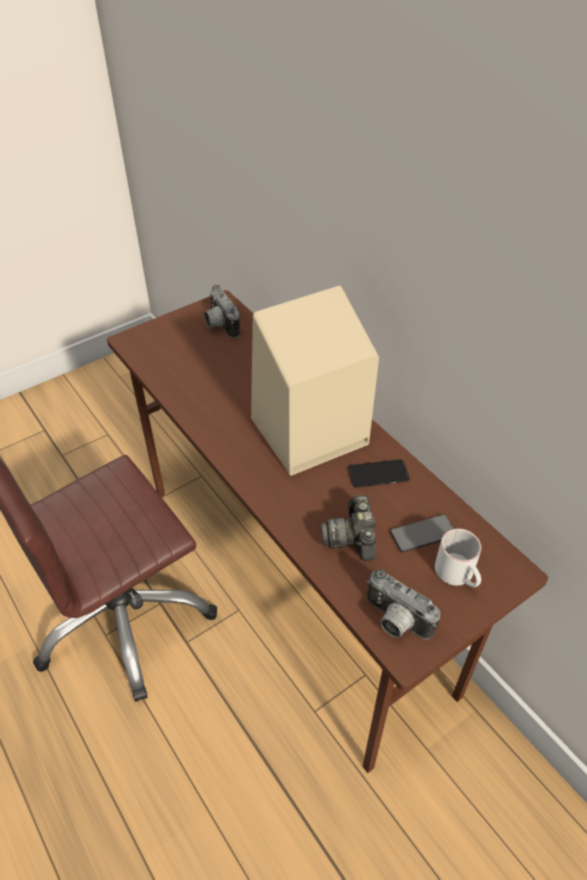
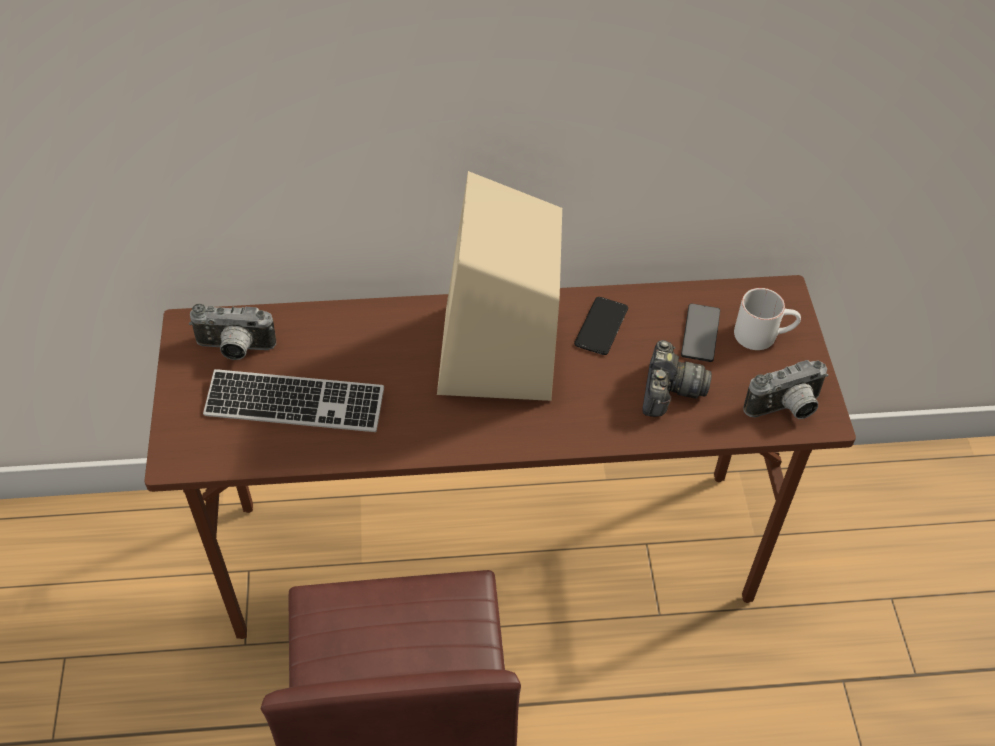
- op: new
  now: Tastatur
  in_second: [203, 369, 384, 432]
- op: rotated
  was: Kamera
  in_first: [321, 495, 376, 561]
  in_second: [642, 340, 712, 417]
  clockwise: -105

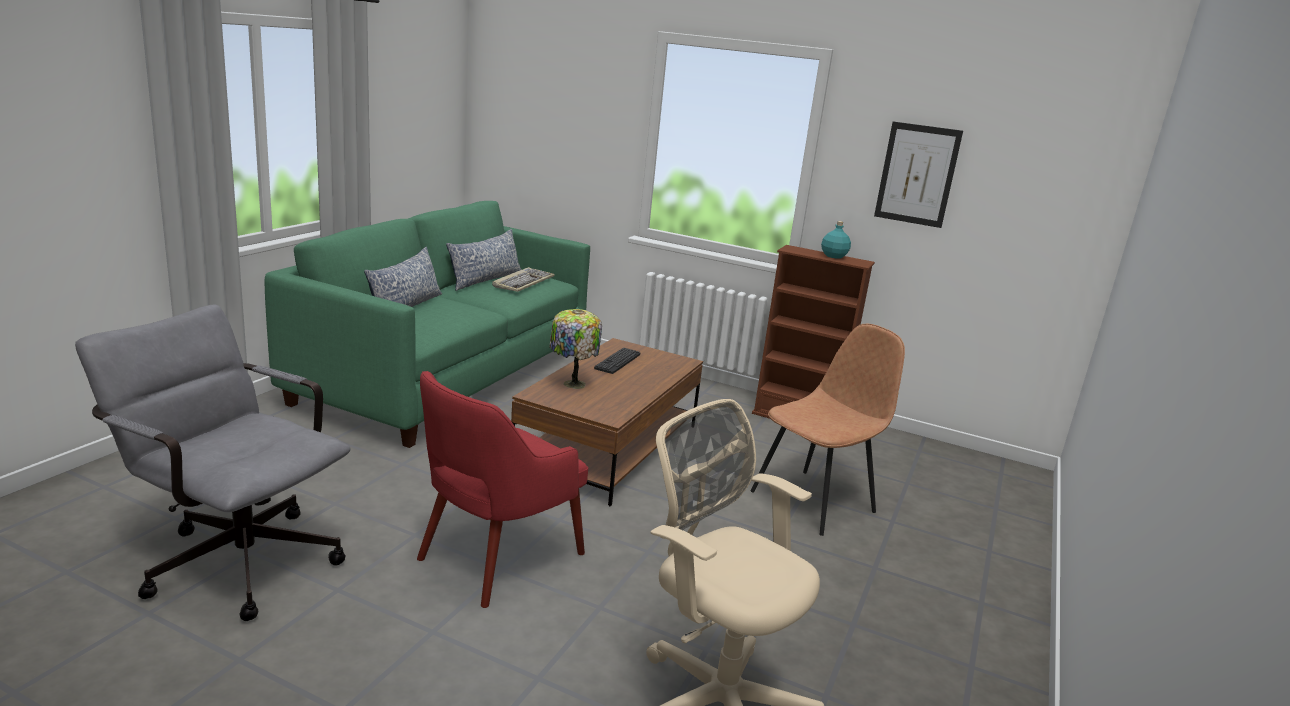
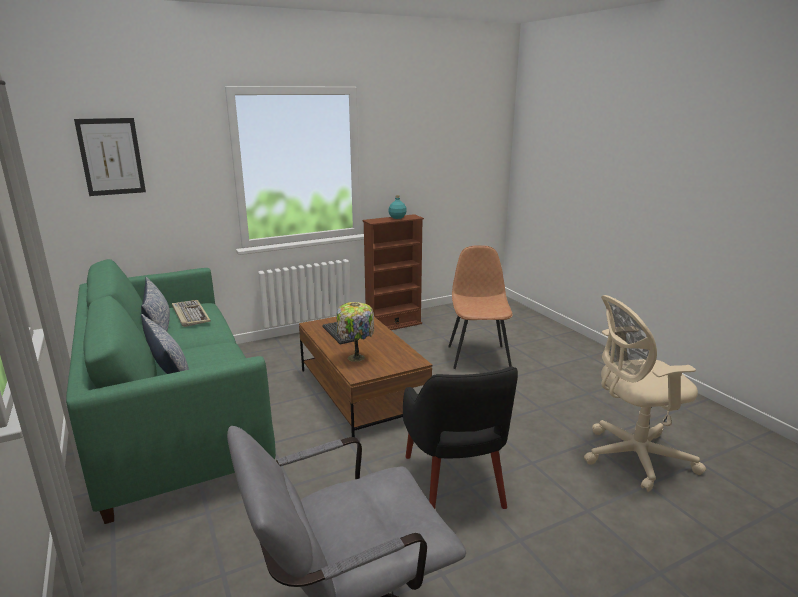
- op: shifted
  was: Bild
  in_first: [874, 122, 963, 228]
  in_second: [74, 118, 146, 196]
- op: repainted
  was: Sessel/rot
  now: Sessel/schwarz
  in_first: [417, 371, 588, 608]
  in_second: [403, 367, 518, 509]

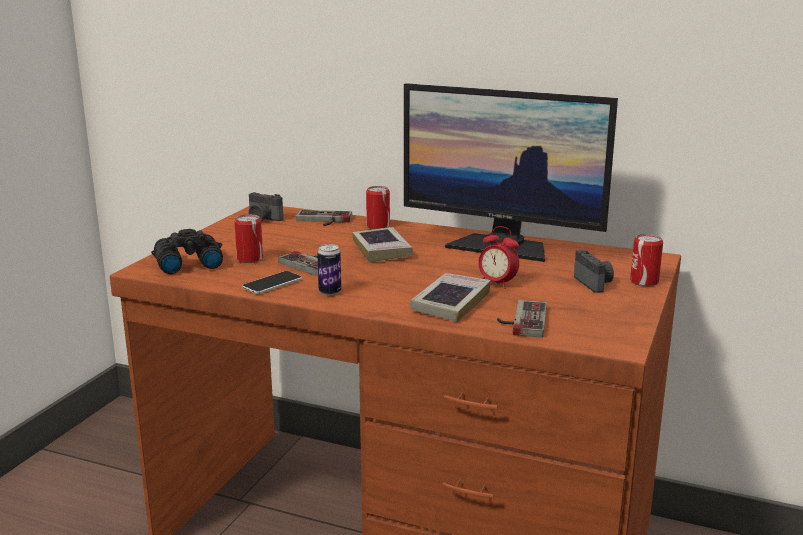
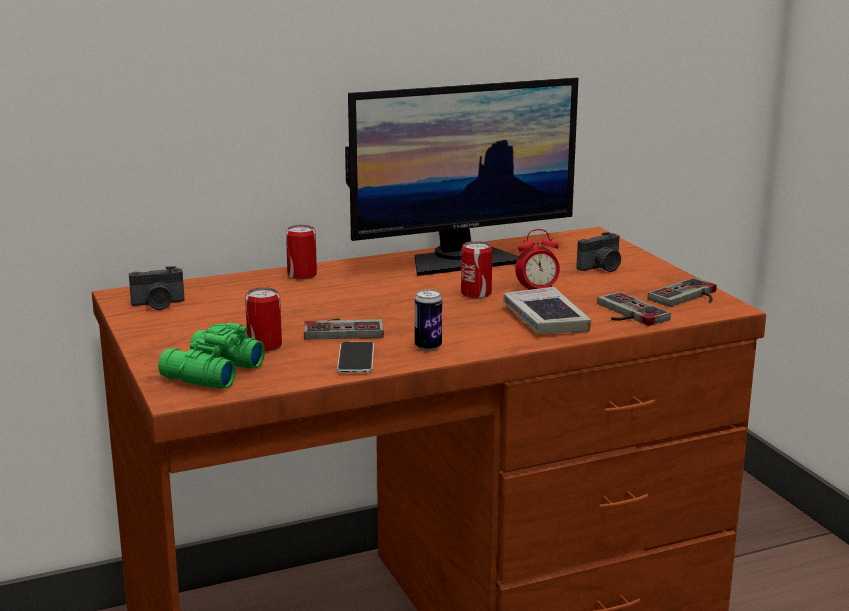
- op: repainted
  was: Fernglas/schwarz
  now: Fernglas/grün
  in_first: [151, 229, 223, 274]
  in_second: [158, 322, 265, 389]
- op: shifted
  was: Dose
  in_first: [630, 234, 663, 286]
  in_second: [461, 241, 493, 298]
- op: rotated
  was: Kamera
  in_first: [574, 250, 614, 293]
  in_second: [576, 232, 621, 272]
  clockwise: 120
- op: shifted
  was: Gamepad
  in_first: [296, 210, 352, 226]
  in_second: [648, 278, 717, 307]
- op: gone
  was: Buch
  in_first: [352, 227, 413, 263]

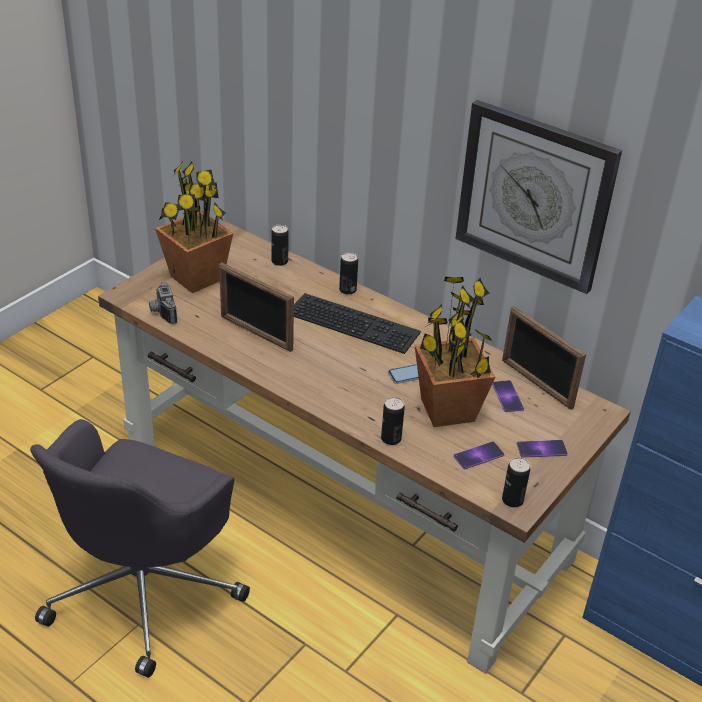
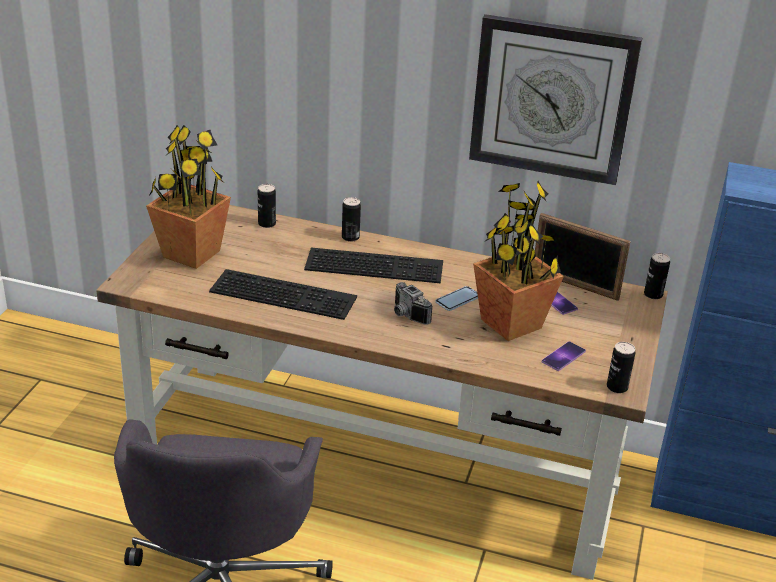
- op: swapped
  was: Bilderrahmen
  now: Tastatur
  in_first: [219, 262, 294, 352]
  in_second: [209, 269, 357, 320]
- op: shifted
  was: Kamera
  in_first: [149, 282, 177, 324]
  in_second: [394, 282, 432, 325]
- op: shifted
  was: Dose
  in_first: [381, 397, 405, 445]
  in_second: [644, 253, 670, 299]
- op: gone
  was: Handy
  in_first: [517, 440, 568, 458]

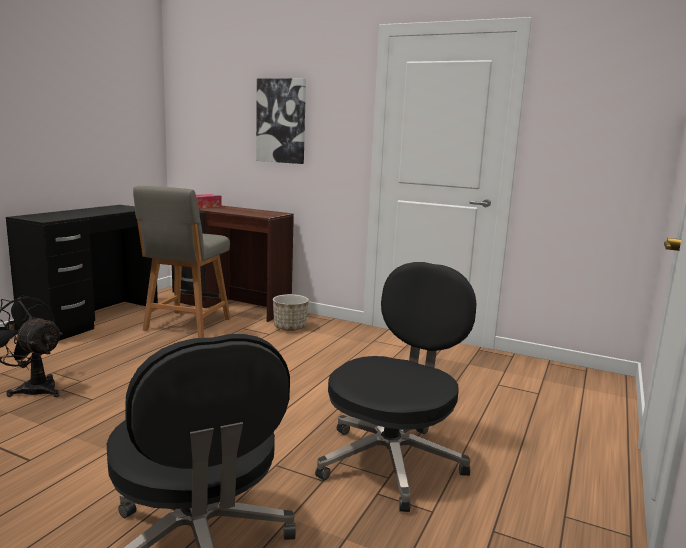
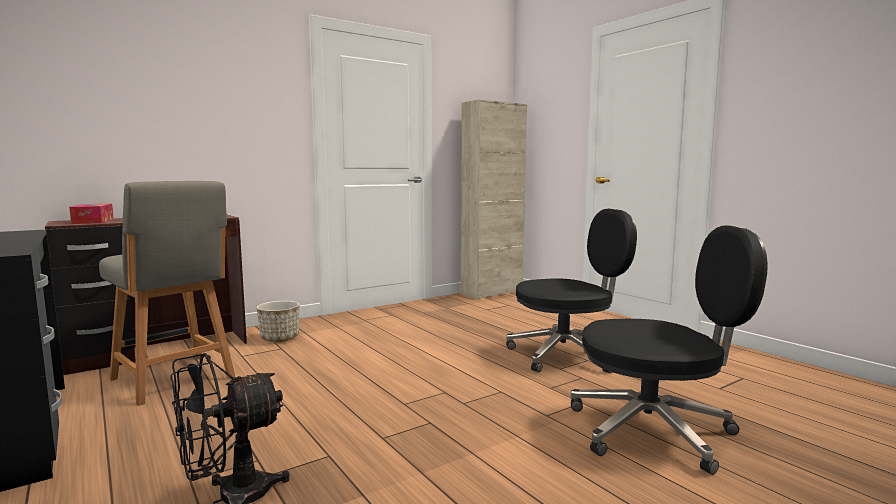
- op: new
  now: Schrank/beige
  in_second: [461, 99, 527, 299]
- op: rotated
  was: Bürostuhl/schwarz
  in_first: [315, 262, 477, 512]
  in_second: [506, 209, 637, 374]
  clockwise: 105
- op: gone
  was: Bild
  in_first: [256, 78, 306, 164]

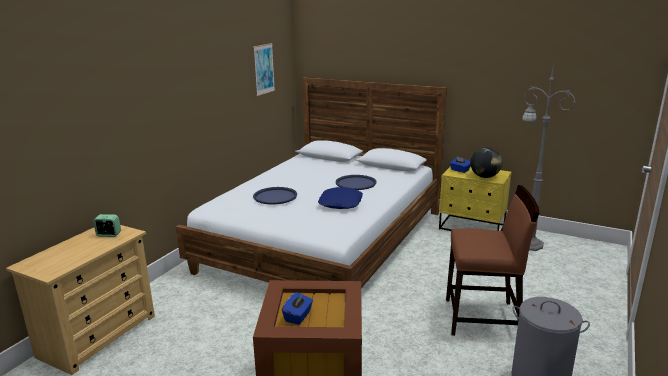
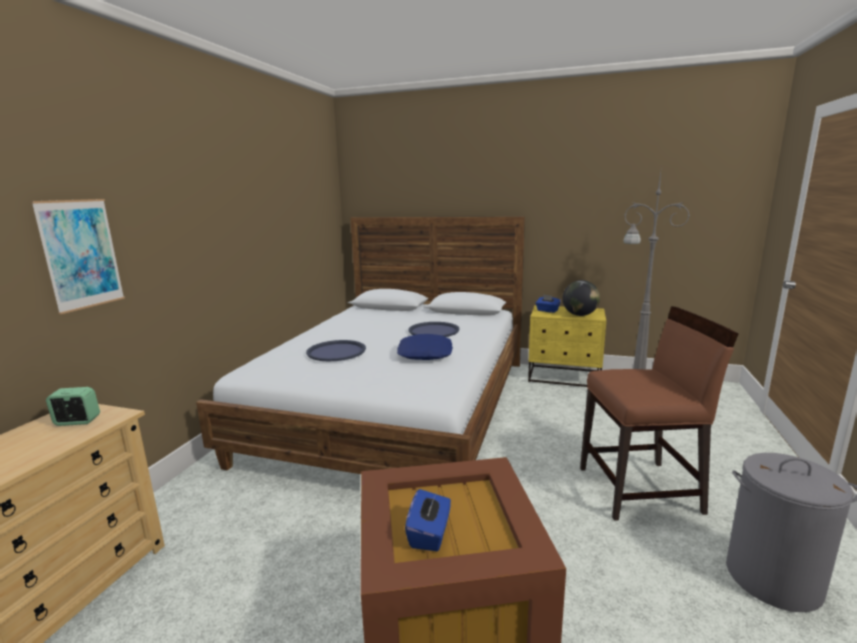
- op: shifted
  was: Bild
  in_first: [253, 43, 275, 96]
  in_second: [31, 199, 125, 315]

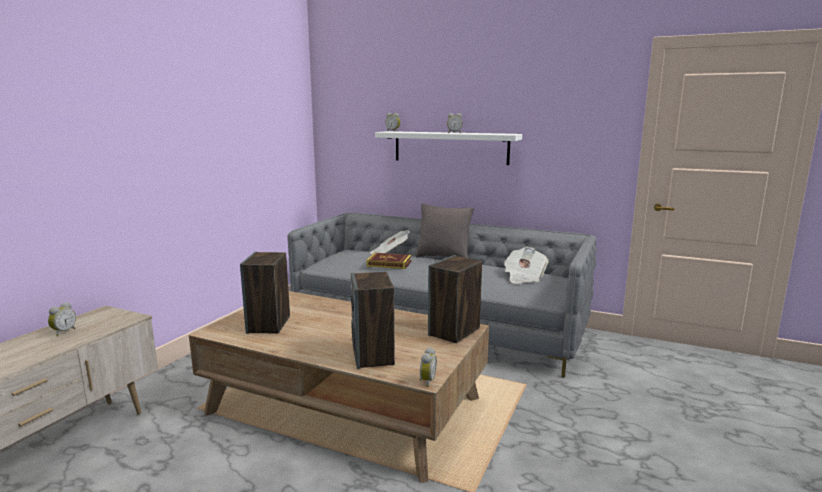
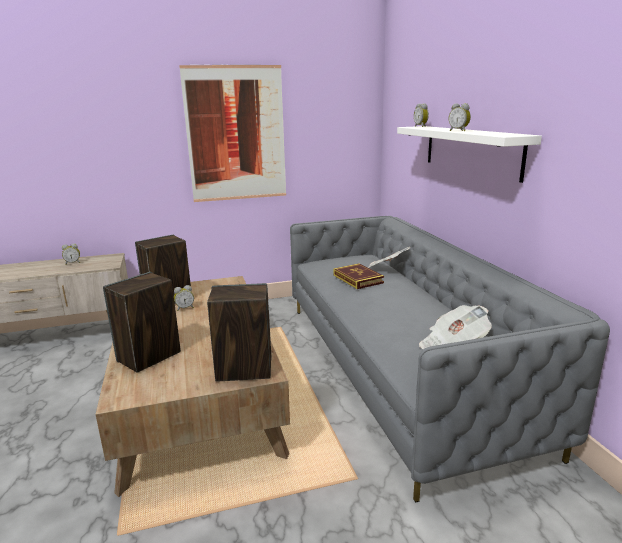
- op: shifted
  was: Wecker
  in_first: [419, 347, 437, 387]
  in_second: [174, 285, 194, 311]
- op: new
  now: Bild
  in_second: [179, 64, 286, 202]
- op: gone
  was: Kissen/grau
  in_first: [416, 203, 474, 258]

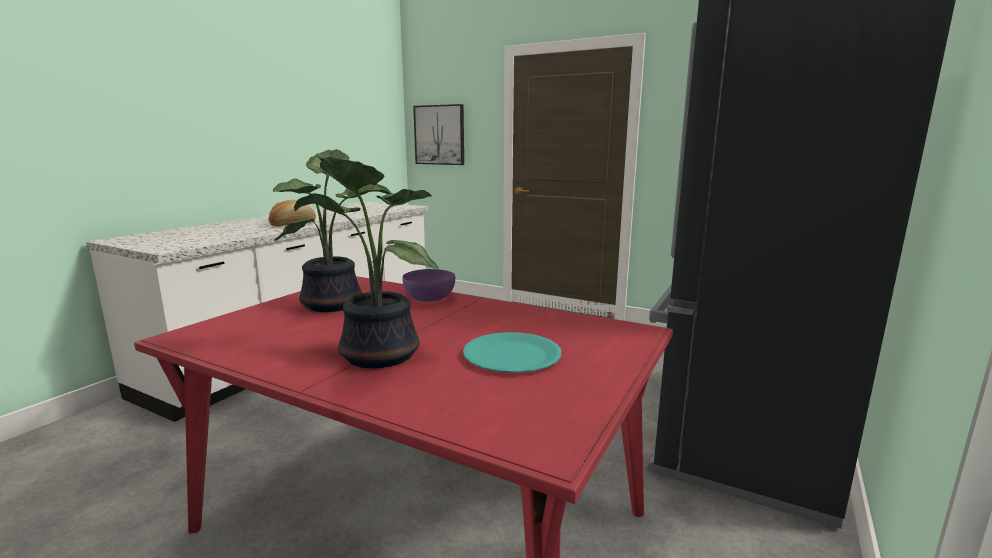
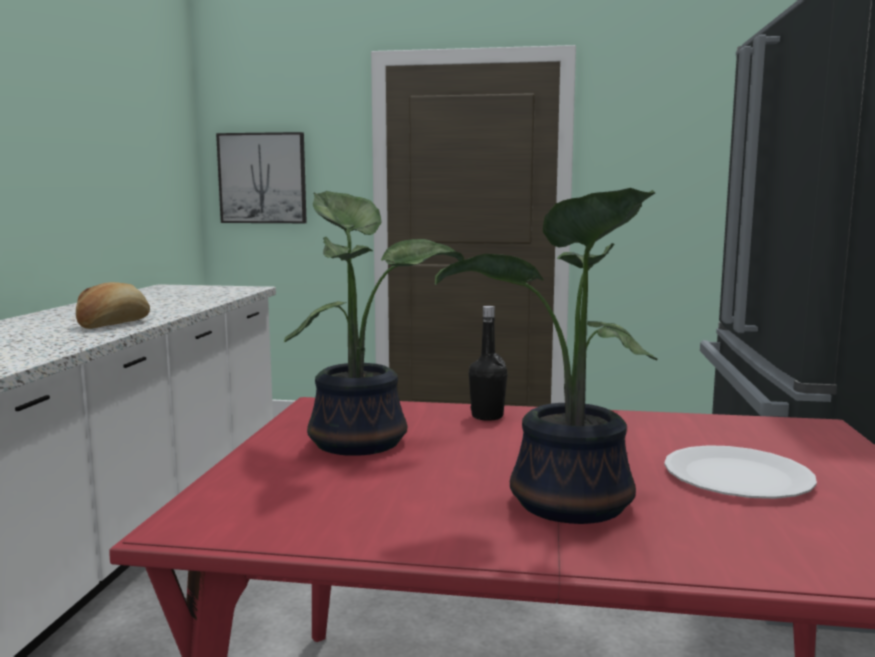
- op: swapped
  was: Schüssel/lila
  now: Flasche/schwarz
  in_first: [403, 269, 455, 302]
  in_second: [469, 306, 508, 421]
- op: repainted
  was: Teller/türkis
  now: Teller/weiß
  in_first: [463, 332, 561, 373]
  in_second: [664, 445, 817, 499]

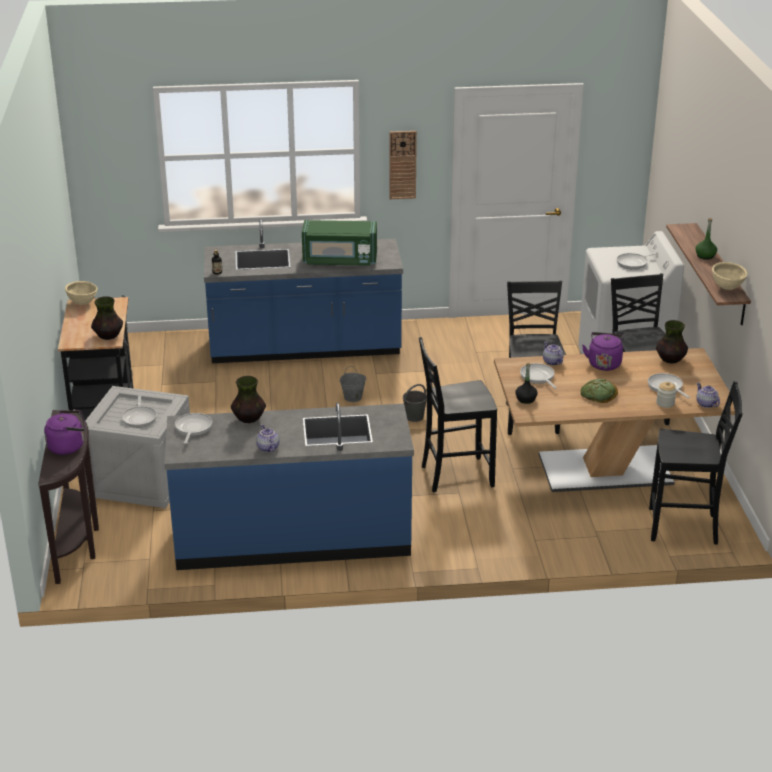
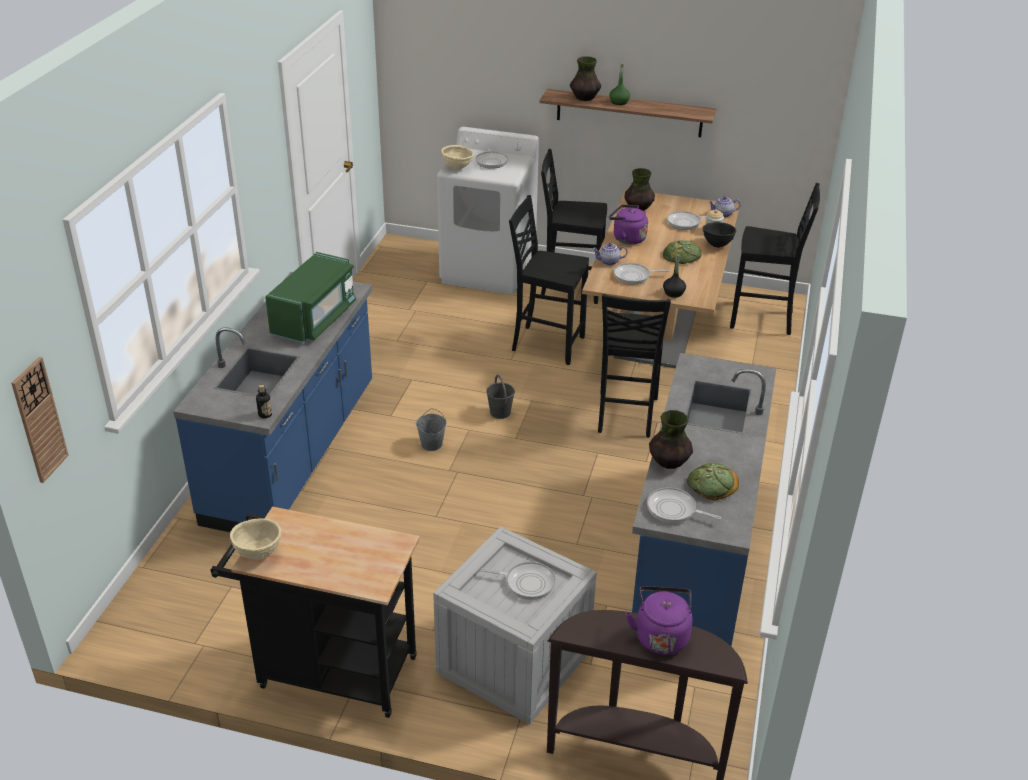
- op: shifted
  was: Wanduhr
  in_first: [389, 131, 417, 199]
  in_second: [11, 357, 69, 483]
- op: shifted
  was: Schüssel/beige
  in_first: [712, 262, 748, 290]
  in_second: [441, 145, 474, 170]
- op: shifted
  was: Vase
  in_first: [91, 296, 123, 340]
  in_second: [570, 56, 601, 101]
- op: new
  now: Brot
  in_second: [687, 463, 739, 501]
- op: new
  now: Schüssel/schwarz
  in_second: [702, 222, 736, 248]
- op: rotated
  was: Stuhl/schwarz
  in_first: [649, 381, 743, 545]
  in_second: [730, 183, 820, 335]
  clockwise: 75
- op: gone
  was: Teekanne
  in_first: [256, 424, 279, 452]

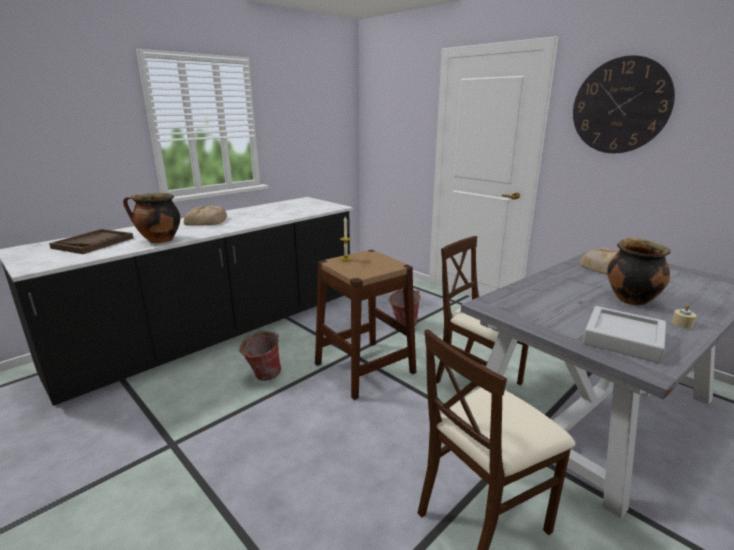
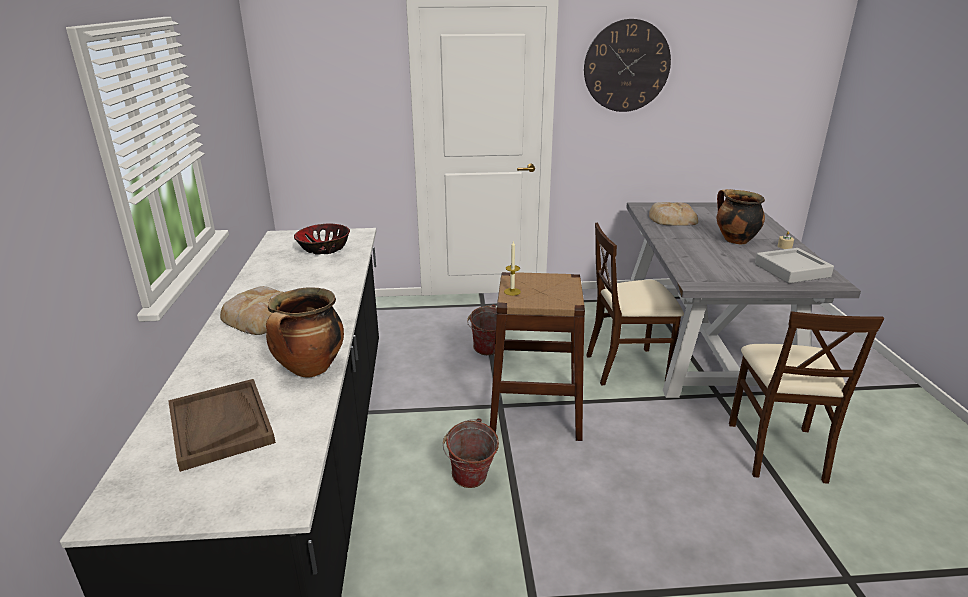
- op: new
  now: Schüssel
  in_second: [294, 224, 350, 255]

